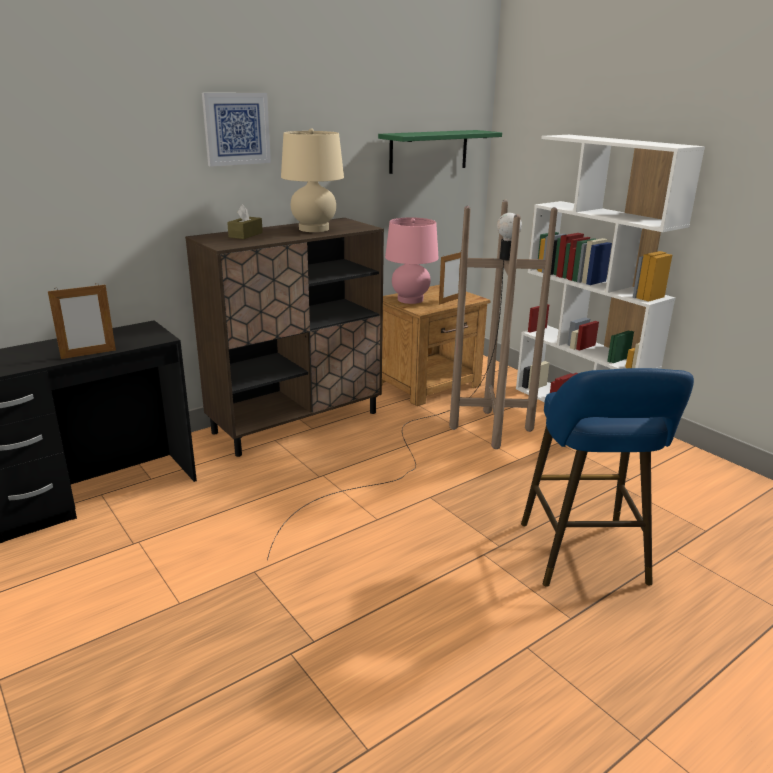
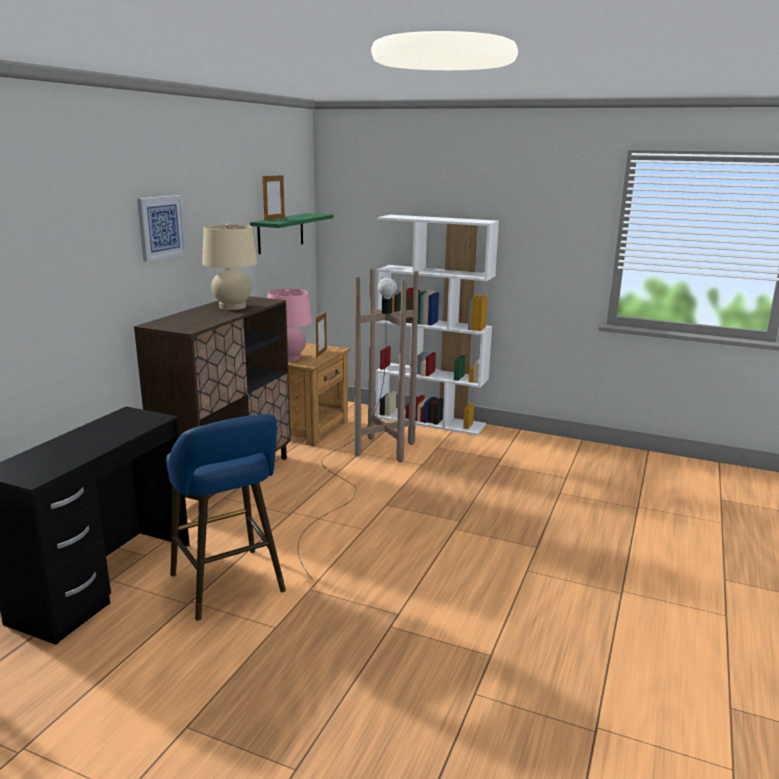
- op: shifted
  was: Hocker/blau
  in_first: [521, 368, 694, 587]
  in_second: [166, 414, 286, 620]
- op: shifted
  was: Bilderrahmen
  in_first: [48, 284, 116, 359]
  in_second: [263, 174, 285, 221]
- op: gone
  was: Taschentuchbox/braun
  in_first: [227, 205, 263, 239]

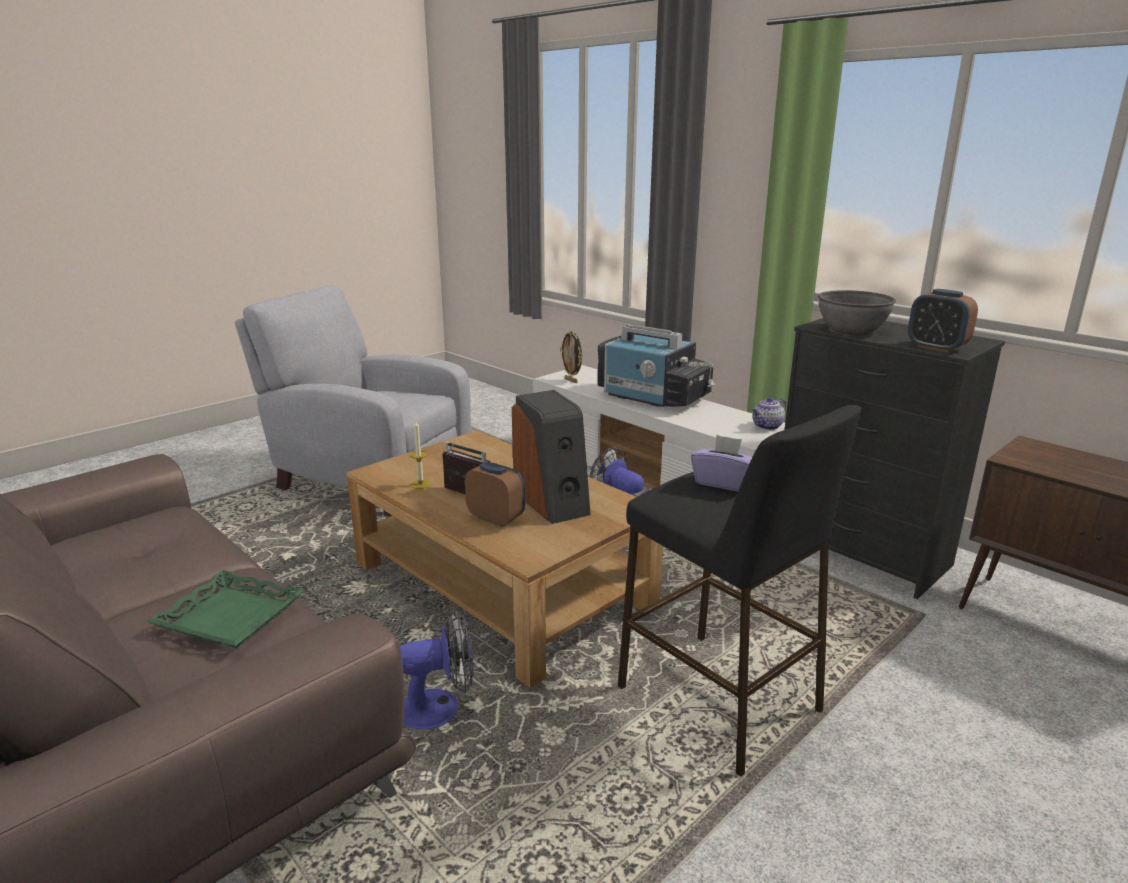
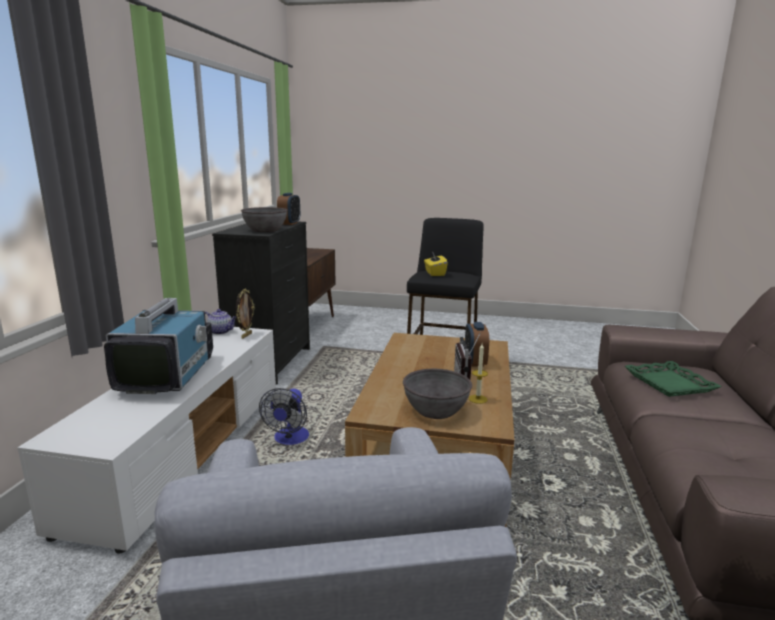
- op: shifted
  was: Bilderrahmen
  in_first: [560, 330, 582, 383]
  in_second: [236, 288, 255, 339]
- op: new
  now: Schüssel/grau
  in_second: [403, 369, 472, 419]
- op: repainted
  was: Taschentuchbox/lila
  now: Taschentuchbox/gelb
  in_first: [691, 435, 752, 491]
  in_second: [424, 252, 448, 276]
- op: gone
  was: Ventilator
  in_first: [400, 609, 474, 729]
- op: gone
  was: Lautsprecher
  in_first: [512, 390, 591, 524]

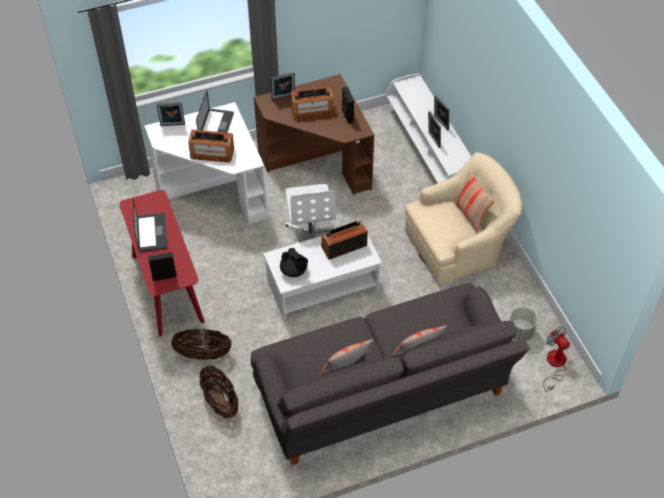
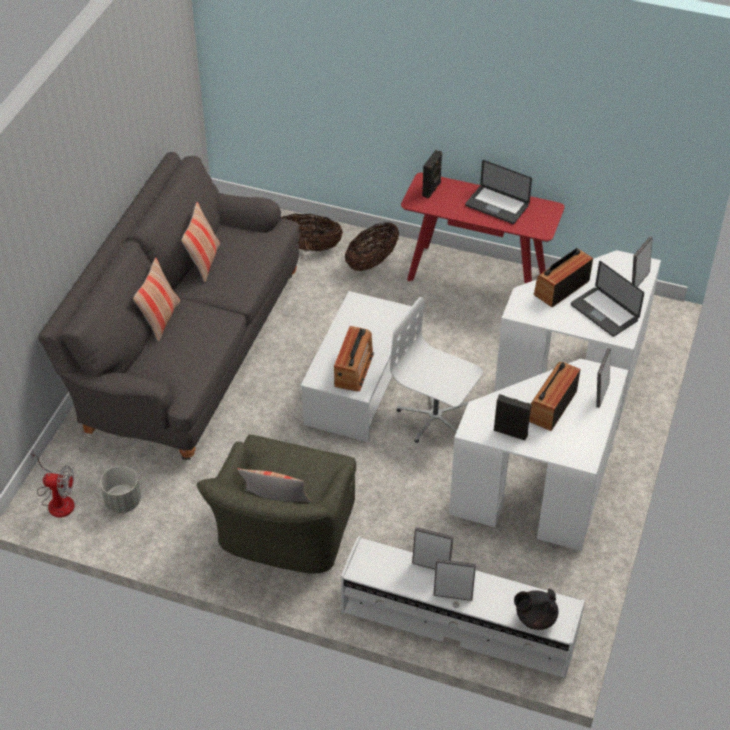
- op: repainted
  was: Sessel/beige
  now: Sessel/grün
  in_first: [405, 152, 522, 285]
  in_second: [197, 435, 356, 573]
- op: repainted
  was: Schreibtisch/braun
  now: Schreibtisch/weiß
  in_first: [254, 74, 374, 195]
  in_second: [449, 359, 628, 551]
- op: shifted
  was: Teekanne/schwarz
  in_first: [280, 248, 308, 277]
  in_second: [514, 589, 558, 630]

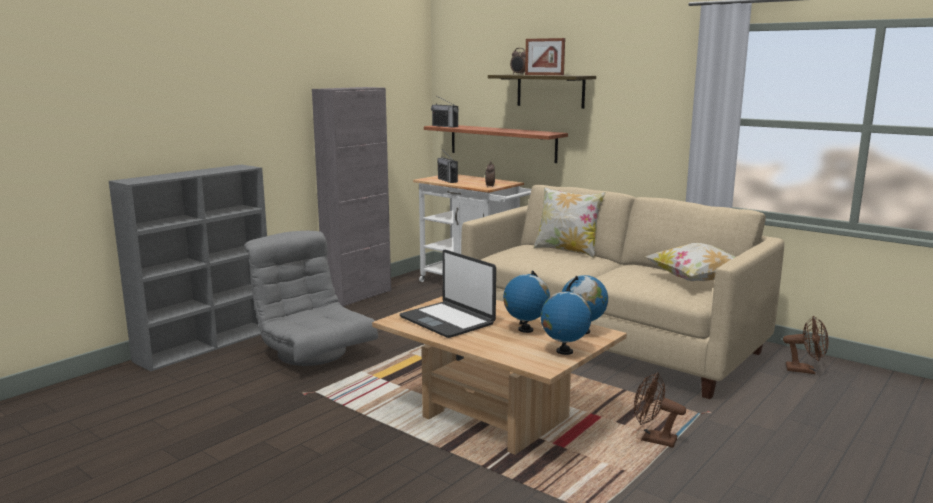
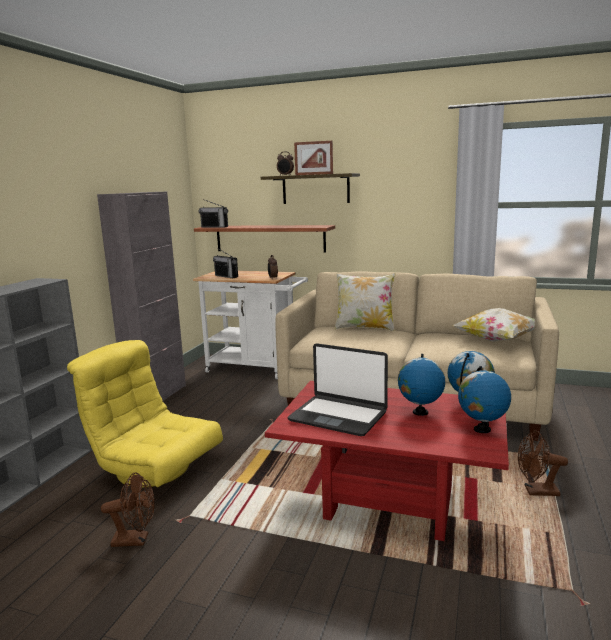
- op: repainted
  was: Sessel/grau
  now: Sessel/gelb
  in_first: [244, 231, 378, 366]
  in_second: [67, 340, 223, 488]
- op: shifted
  was: Ventilator/braun
  in_first: [783, 316, 829, 374]
  in_second: [101, 473, 155, 547]
- op: repainted
  was: Couchtisch/beige
  now: Couchtisch/rot
  in_first: [372, 296, 627, 455]
  in_second: [265, 381, 509, 541]

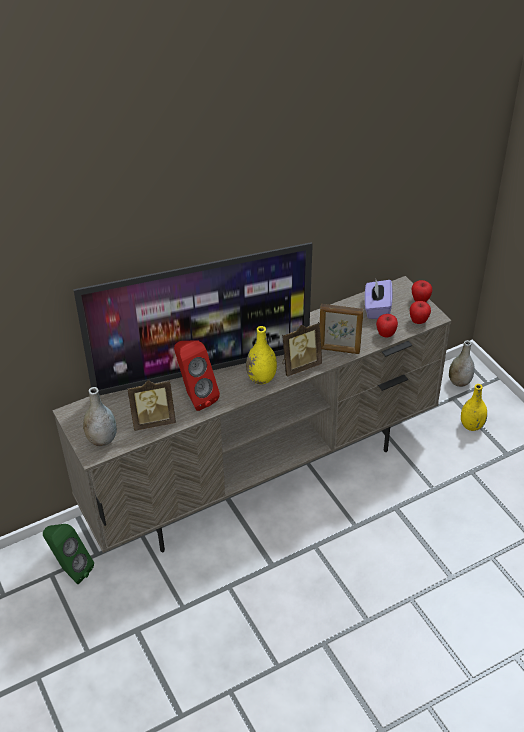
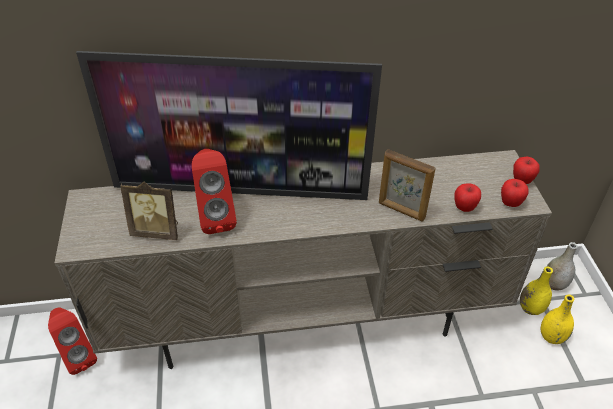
- op: repainted
  was: Lautsprecher/grün
  now: Lautsprecher/rot
  in_first: [43, 524, 94, 584]
  in_second: [48, 307, 97, 375]
- op: shifted
  was: Vase/gelb
  in_first: [246, 326, 277, 384]
  in_second: [520, 266, 553, 315]
- op: gone
  was: Vase/grau
  in_first: [83, 387, 117, 446]
- op: gone
  was: Bilderrahmen
  in_first: [282, 322, 322, 377]
- op: gone
  was: Taschentuchbox/lila
  in_first: [365, 280, 392, 319]

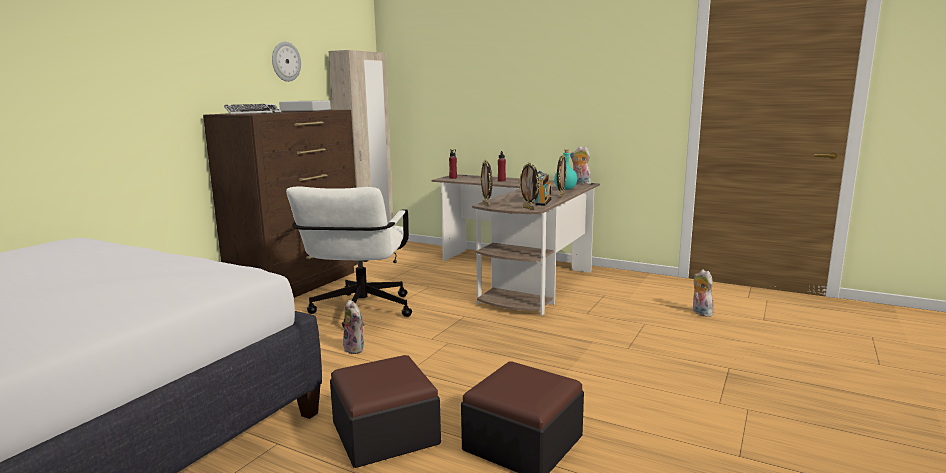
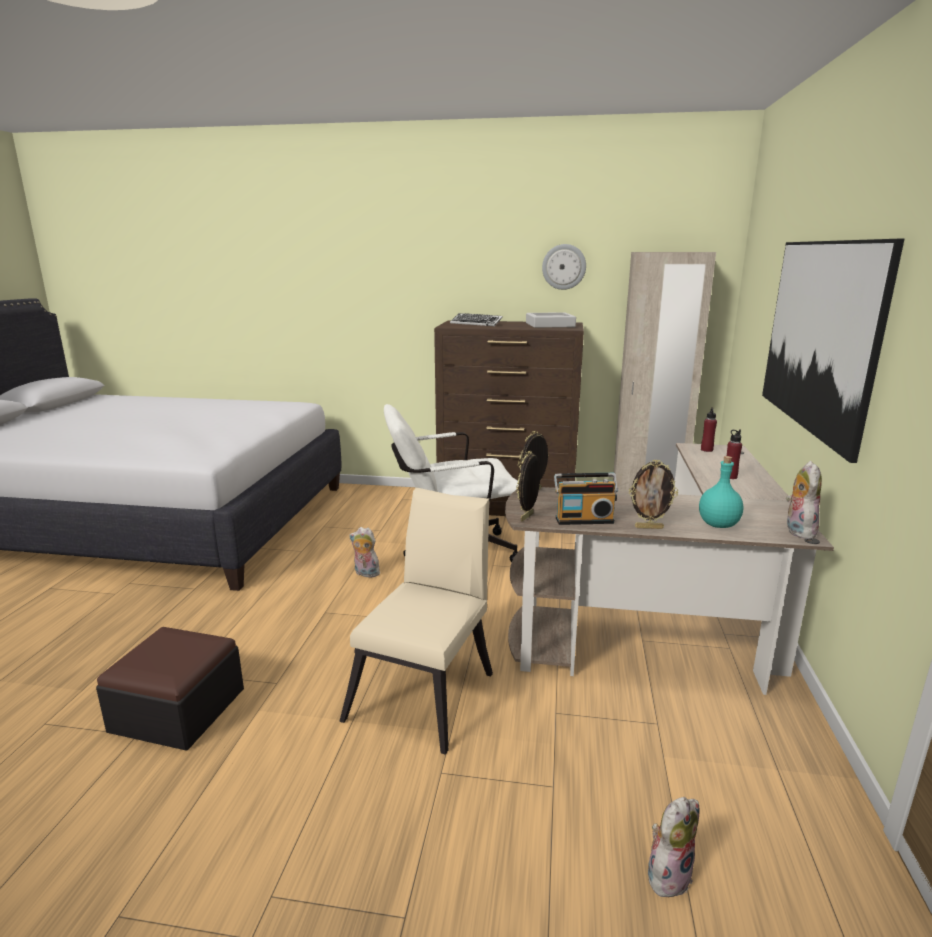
- op: new
  now: Stuhl/beige
  in_second: [339, 487, 493, 755]
- op: rotated
  was: Plüschtier
  in_first: [343, 299, 365, 354]
  in_second: [349, 527, 380, 578]
  clockwise: 75
- op: new
  now: Bild
  in_second: [762, 239, 904, 463]
- op: gone
  was: Polsterhocker
  in_first: [330, 355, 441, 468]

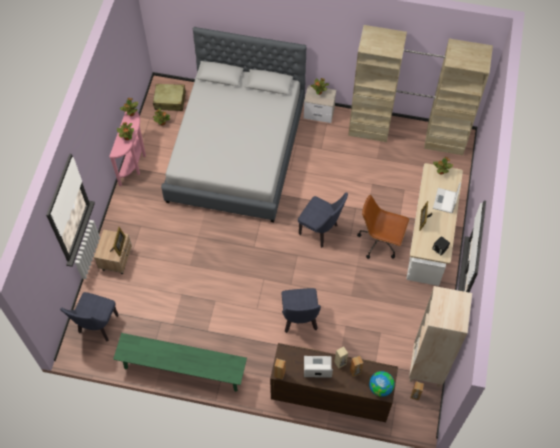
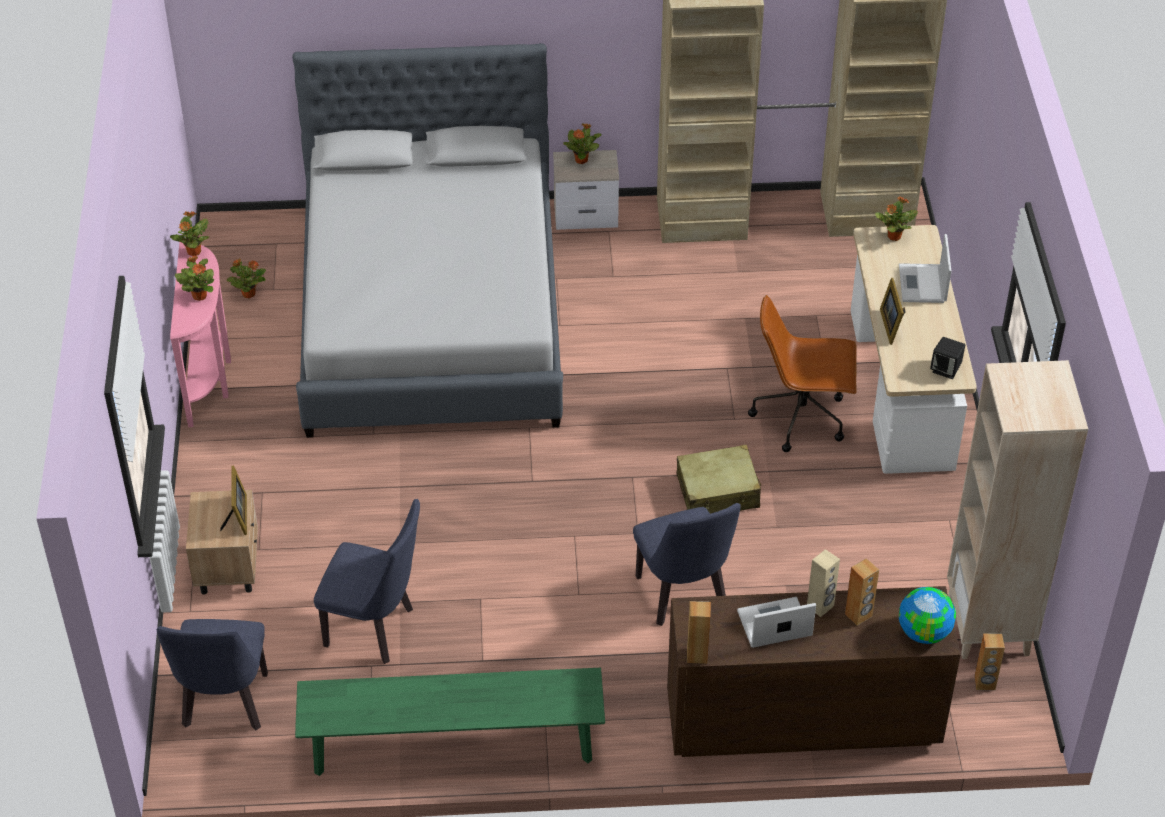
- op: shifted
  was: Stuhl/blau
  in_first: [298, 192, 348, 248]
  in_second: [314, 499, 420, 664]
- op: shifted
  was: Koffer/beige
  in_first: [153, 84, 186, 111]
  in_second: [676, 445, 761, 514]

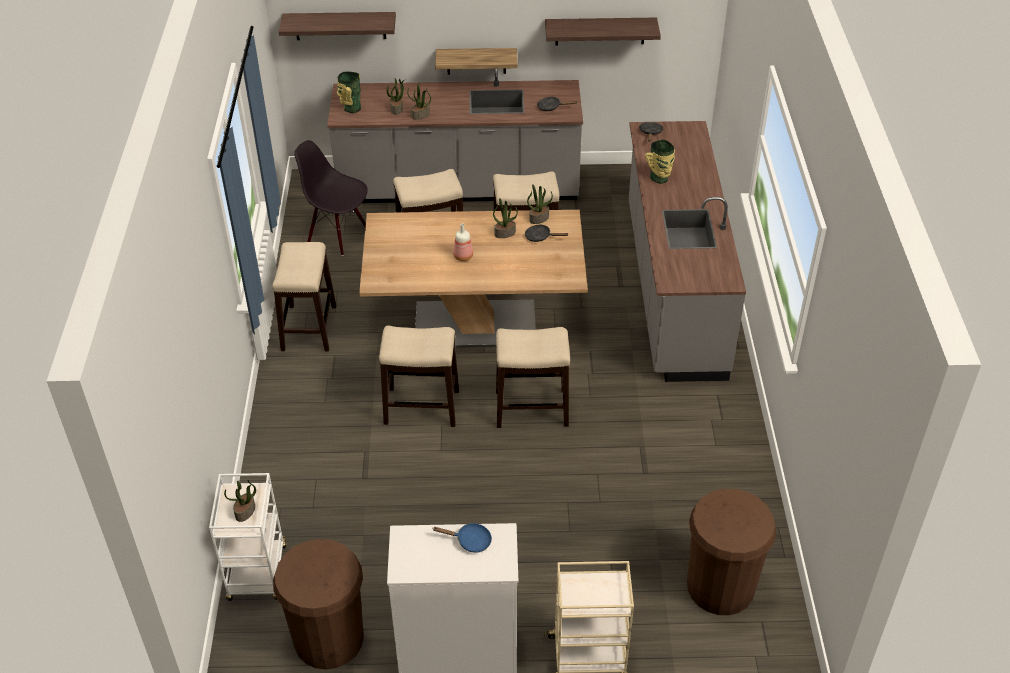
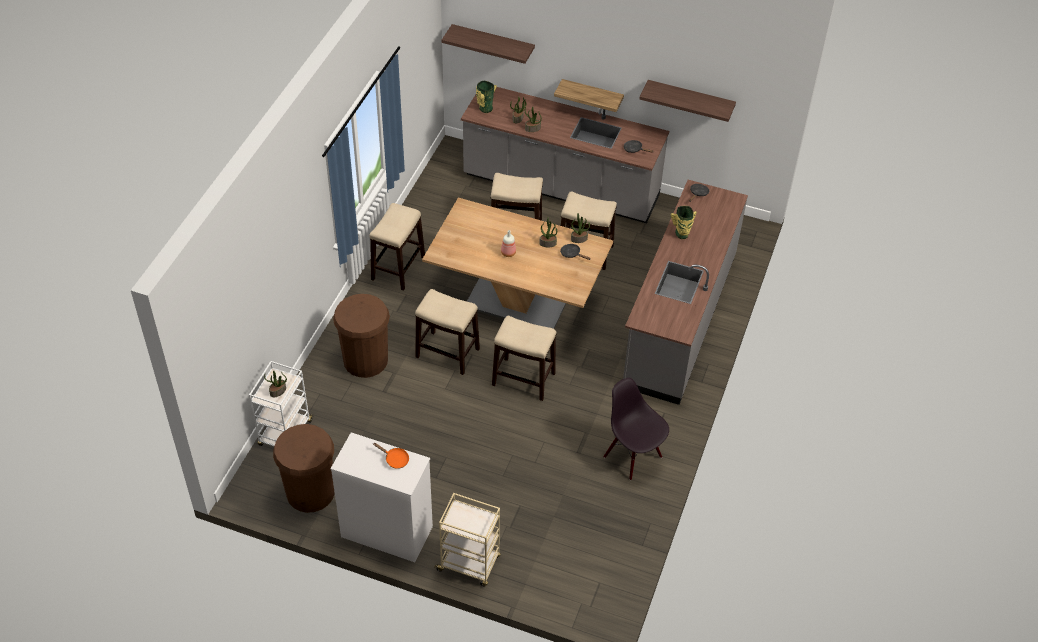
- op: shifted
  was: Mülleimer/braun
  in_first: [687, 489, 777, 615]
  in_second: [333, 294, 390, 378]
- op: repainted
  was: Pfanne/blau
  now: Pfanne/orange
  in_first: [432, 523, 492, 553]
  in_second: [373, 443, 409, 469]
- op: shifted
  was: Stuhl/schwarz
  in_first: [294, 140, 368, 256]
  in_second: [603, 378, 669, 480]

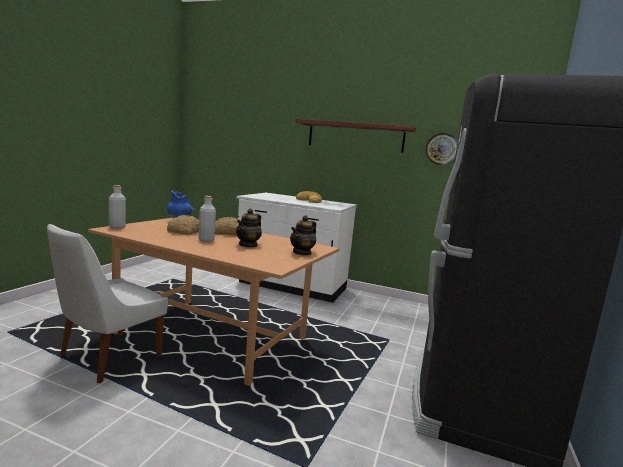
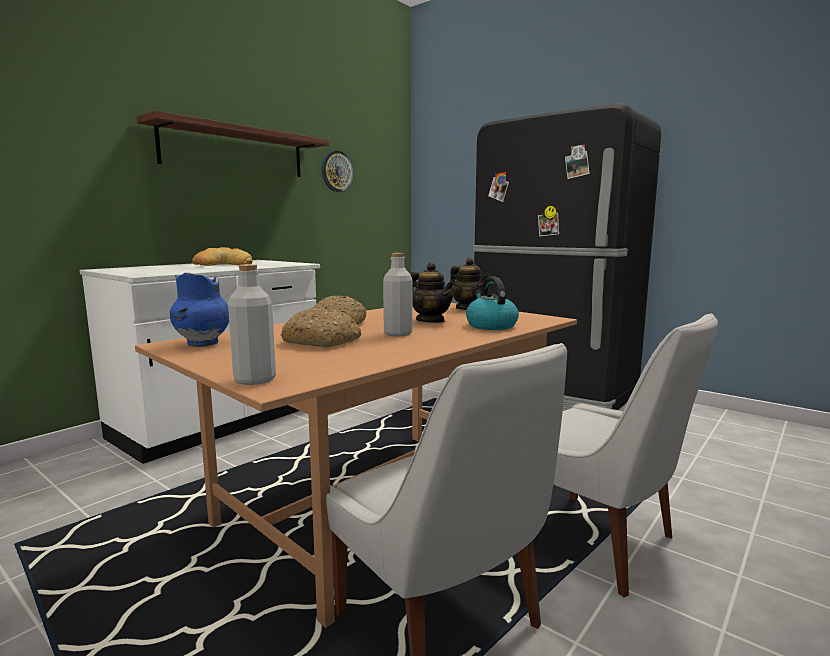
- op: new
  now: Wasserkessel
  in_second: [466, 277, 519, 330]
- op: new
  now: Stuhl/weiß
  in_second: [553, 313, 718, 597]

